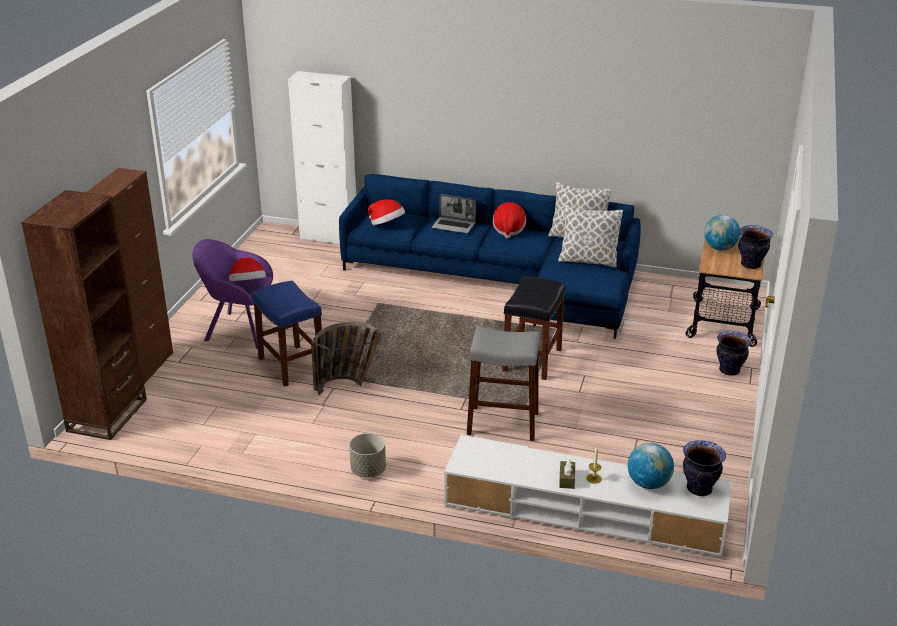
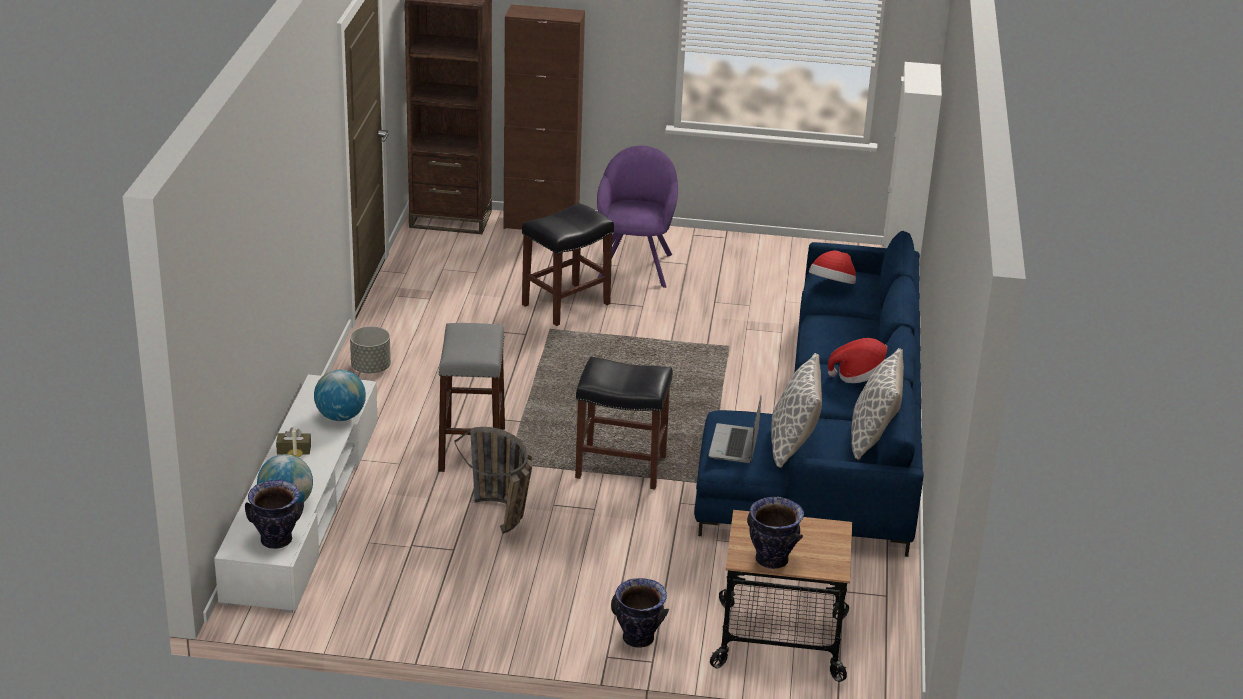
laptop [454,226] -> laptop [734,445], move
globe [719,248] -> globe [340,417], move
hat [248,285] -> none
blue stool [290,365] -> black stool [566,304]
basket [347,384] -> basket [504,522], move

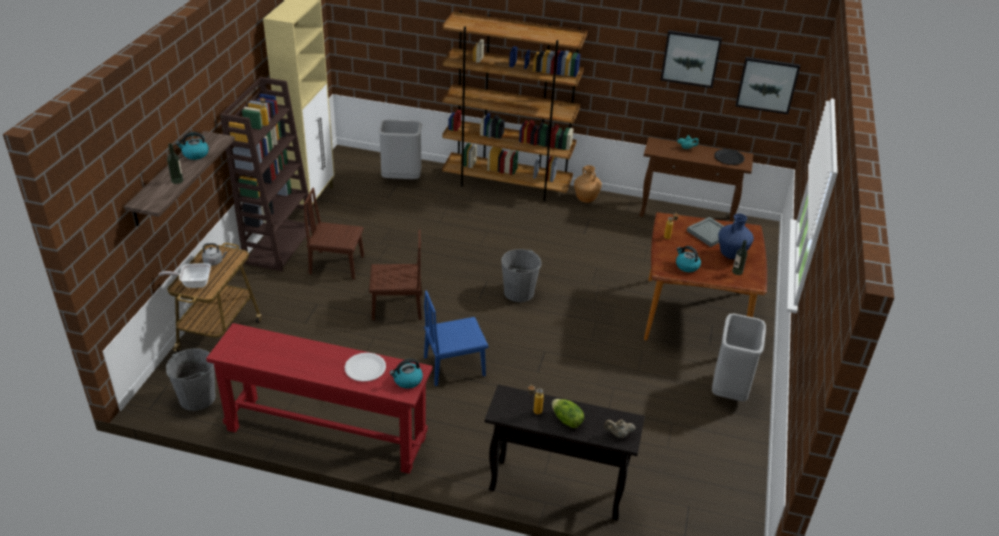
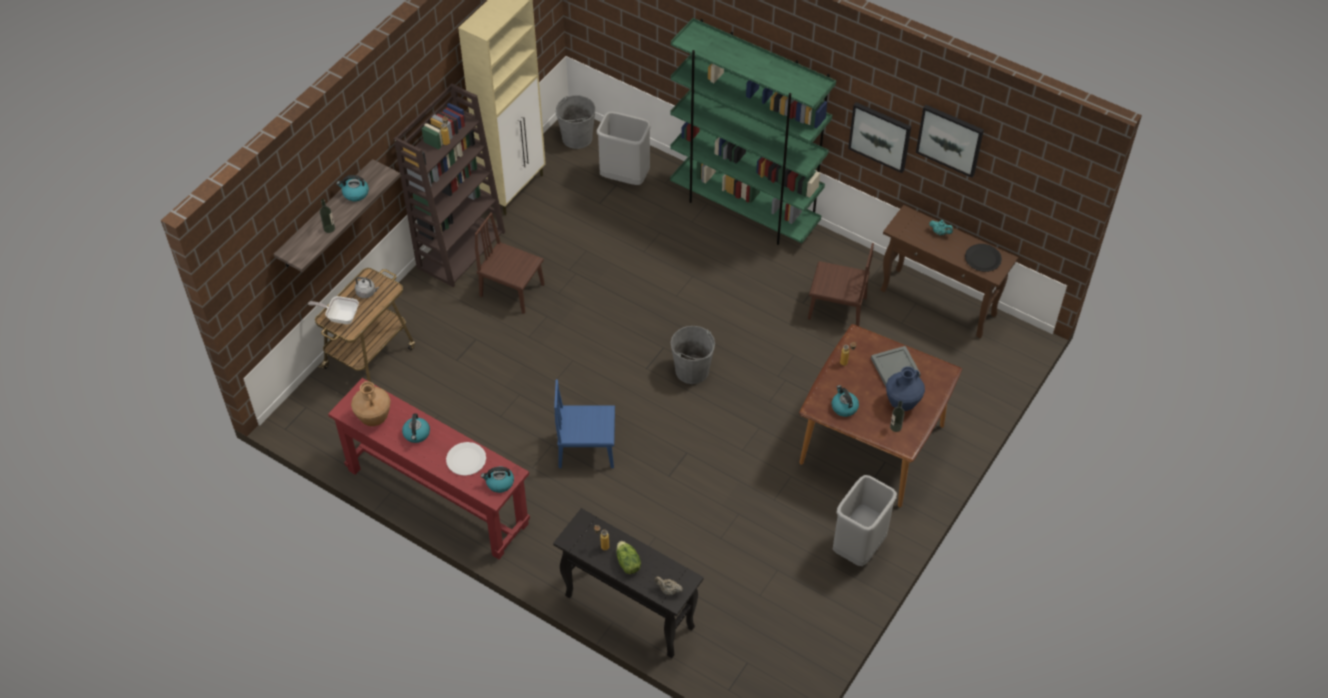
brown bookcase [507,185] -> green bookcase [745,210]
picture [767,85] -> picture [880,136], move
brown vase [585,199] -> brown vase [374,418], move
brown chair [397,307] -> brown chair [837,308], move
grey bucket [197,398] -> grey bucket [577,138], move
none -> kettle [417,434]

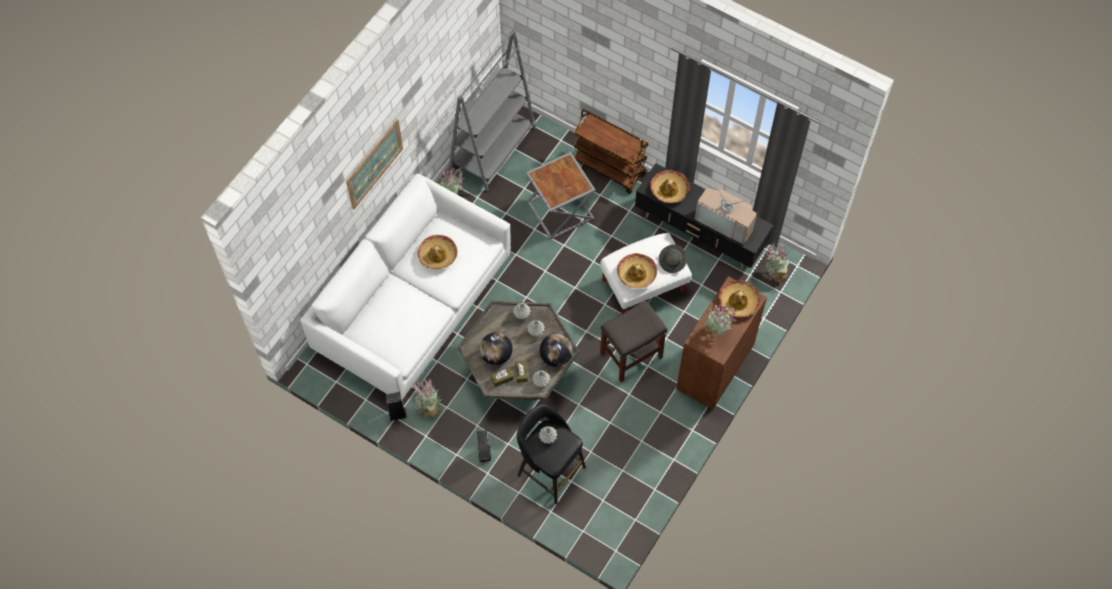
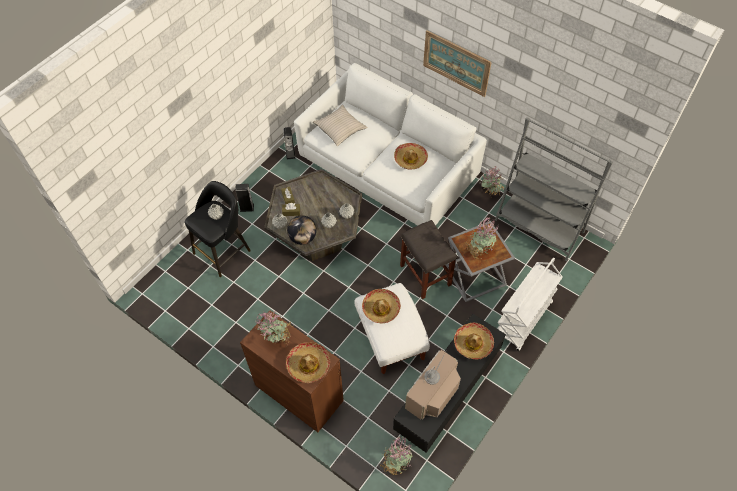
brown cart [609,168] -> white cart [523,320]
grey hat [672,262] -> none
grey stool [630,356] -> grey stool [424,274], move
globe [496,355] -> none
potted plant [429,408] -> potted plant [478,251], move
none -> beige pillow [340,128]

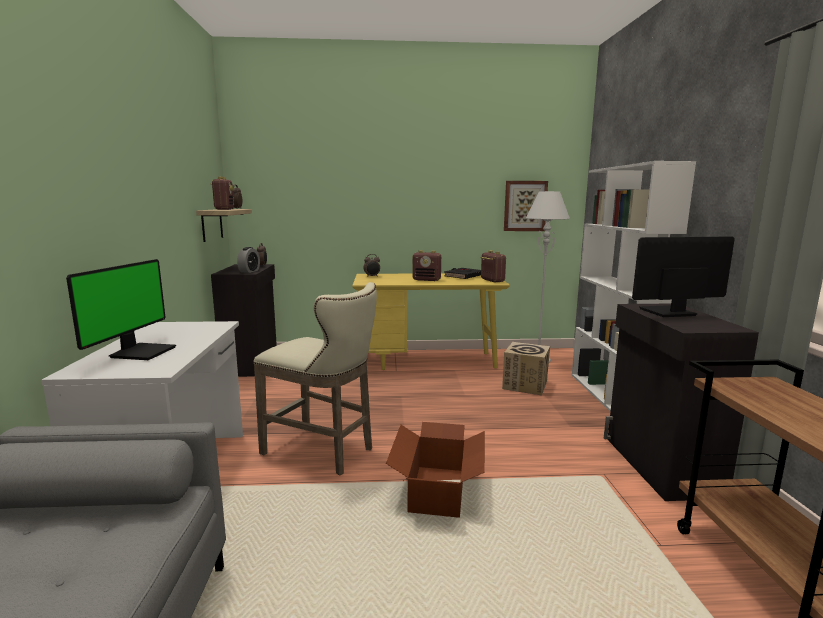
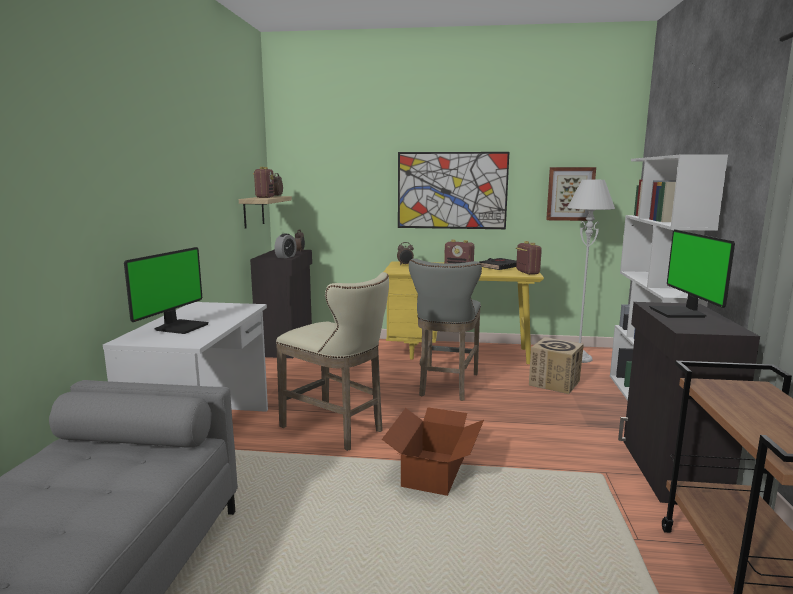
monitor [668,313] -> monitor [679,313], 90 degrees counterclockwise
none -> picture [452,190]
none -> grey stool [446,386]

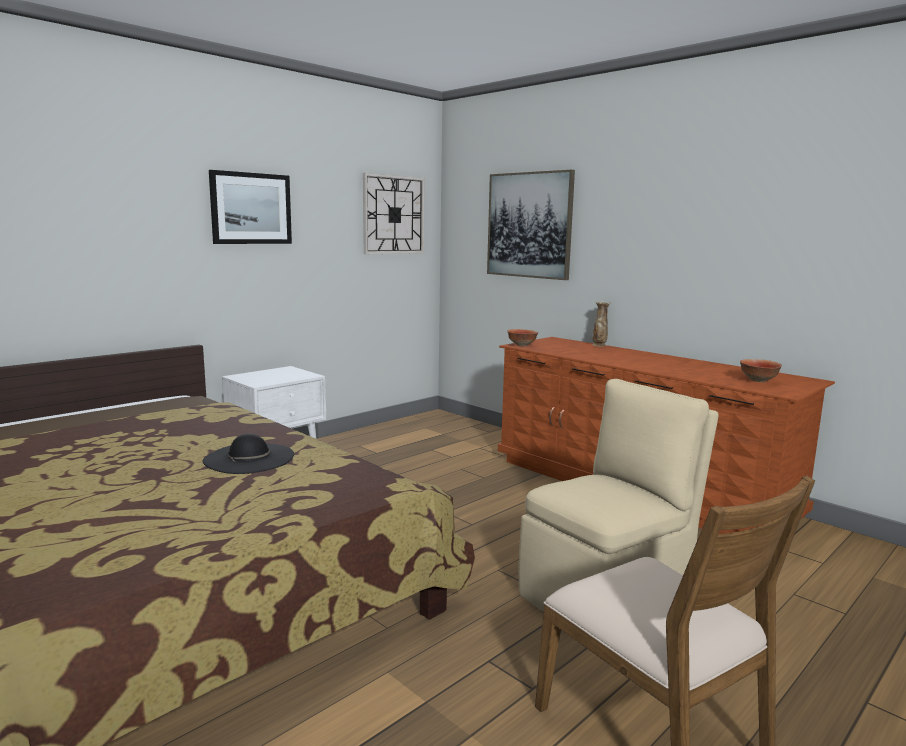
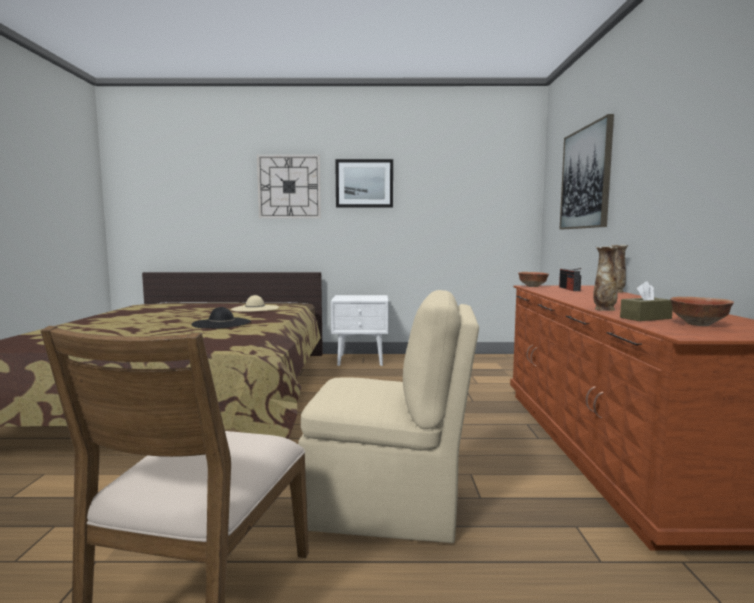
wall clock [393,215] -> wall clock [289,187], move
none -> vase [604,309]
none -> radio [569,289]
none -> brown tissue box [645,318]
none -> beige hat [255,308]

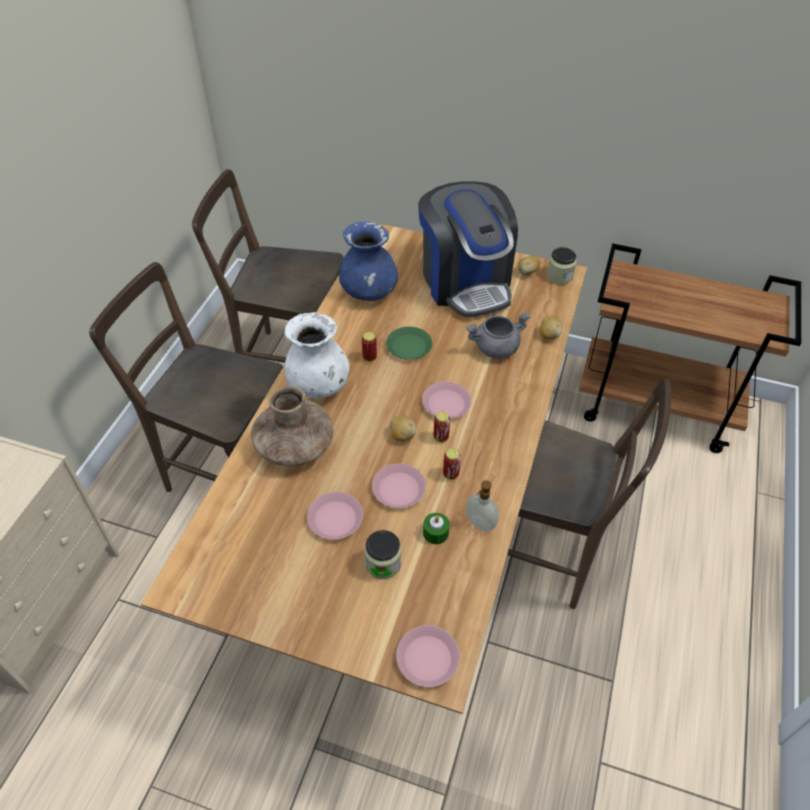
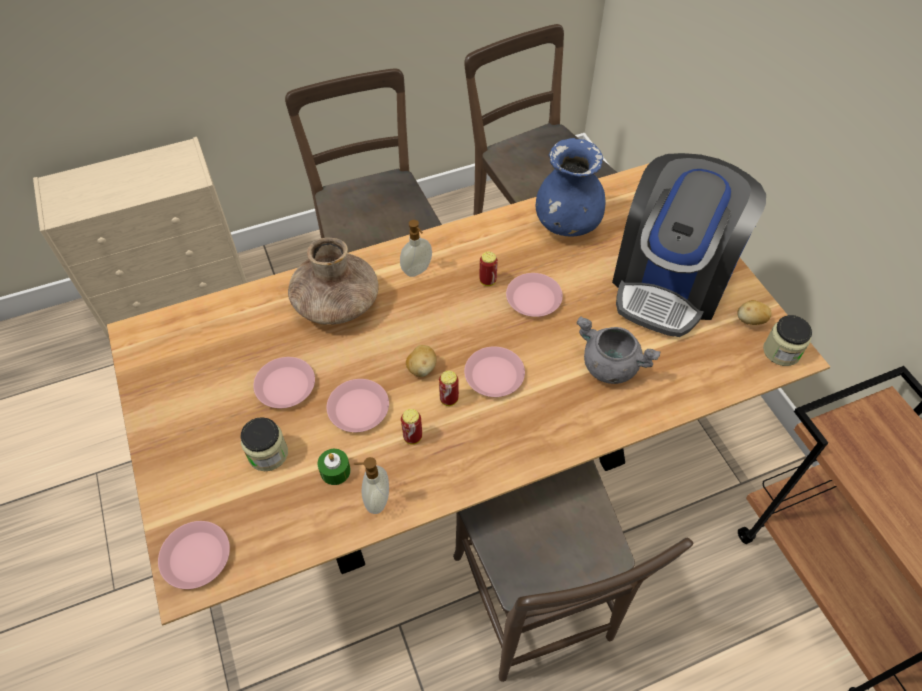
white vase [319,385] -> soap dispenser [417,270]
potato [548,335] -> none
green plate [409,347] -> pink plate [533,299]

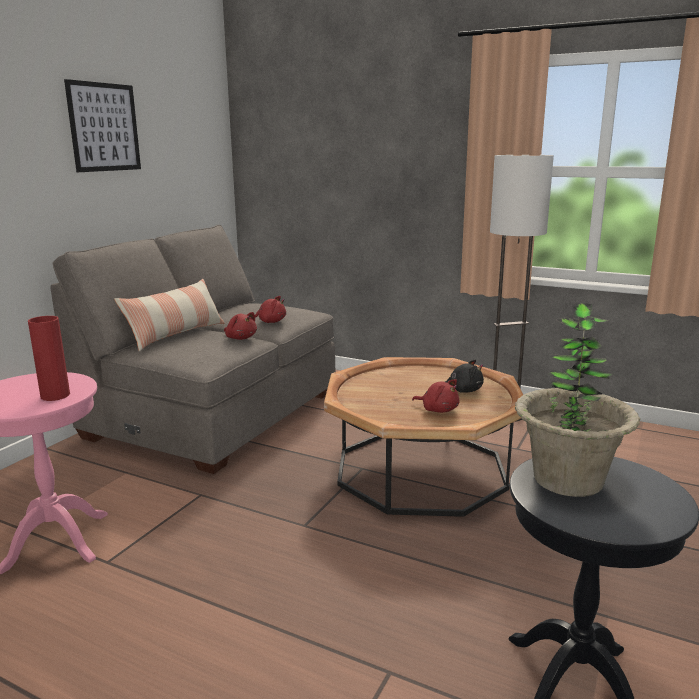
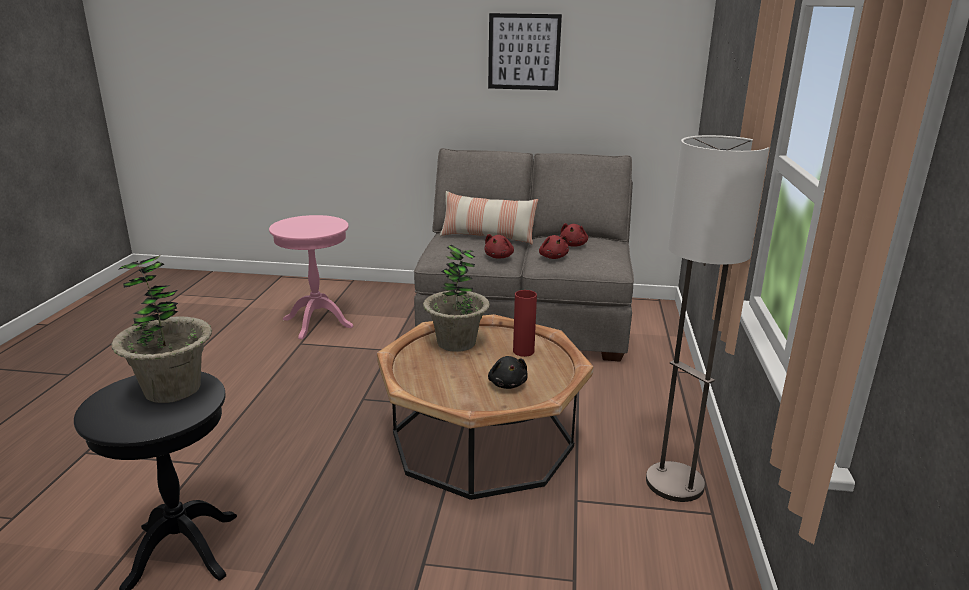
red vase [55,395] -> red vase [523,351], move
red plush toy [438,410] -> red plush toy [573,245], move
none -> potted plant [456,343]

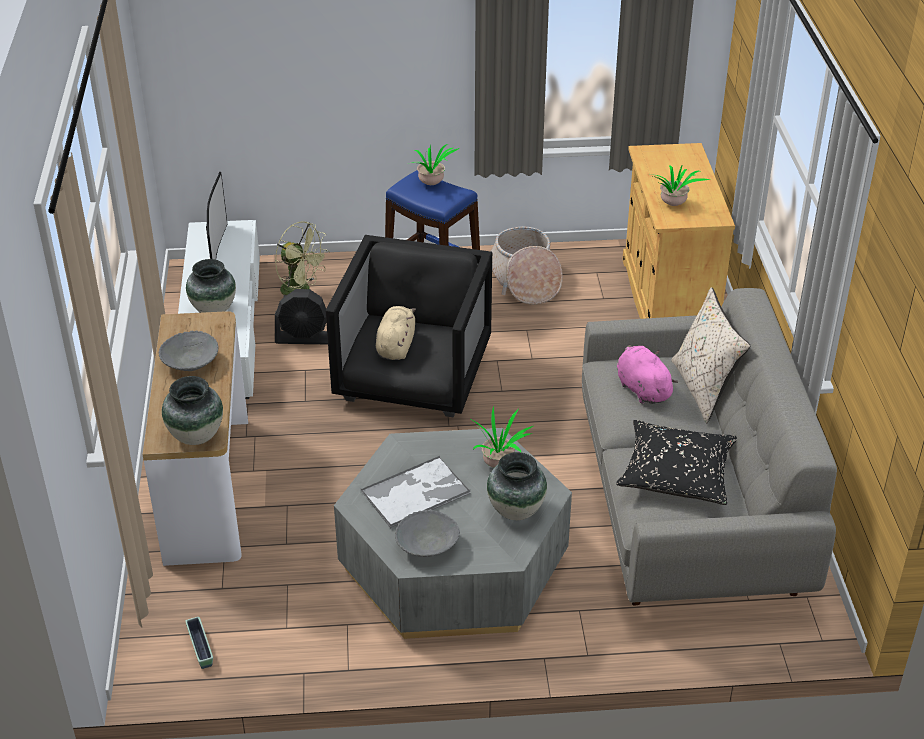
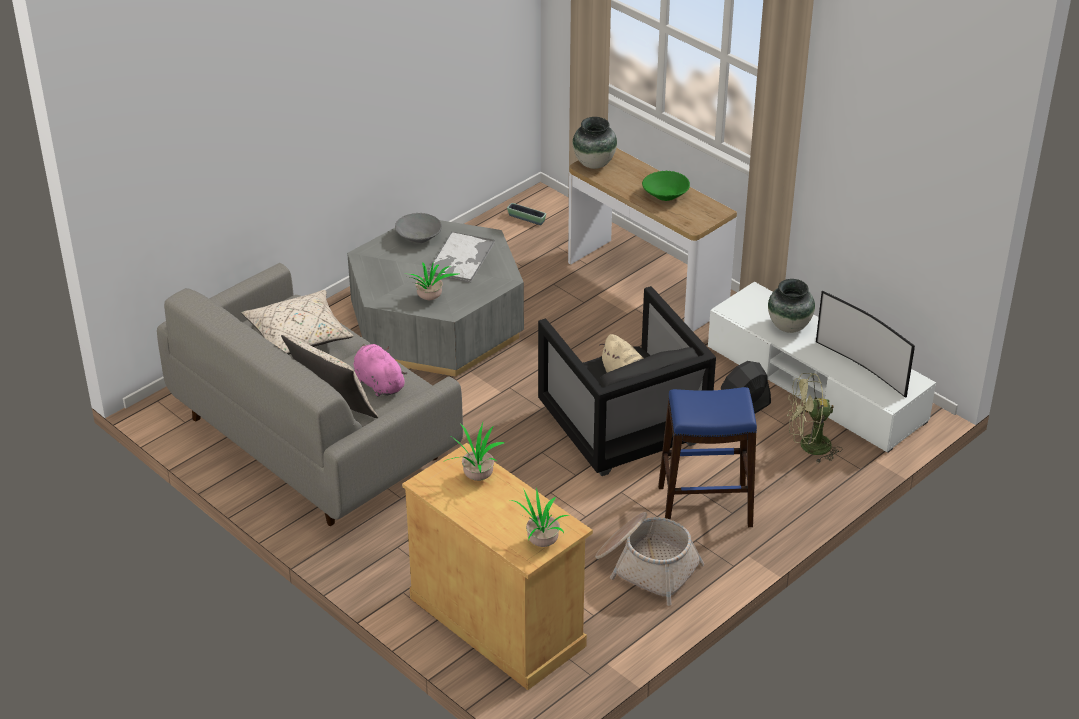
potted plant [432,184] -> potted plant [540,542], move
grey bowl [190,363] -> green bowl [665,195]
pink plush toy [642,389] -> pink plush toy [378,383], 150 degrees counterclockwise
black pillow [676,474] -> beige pillow [299,336]
vase [516,511] -> none

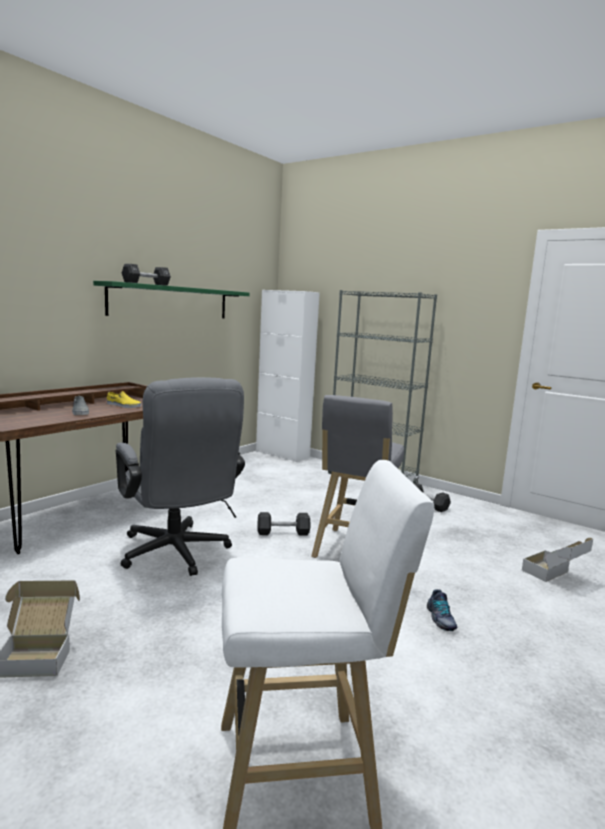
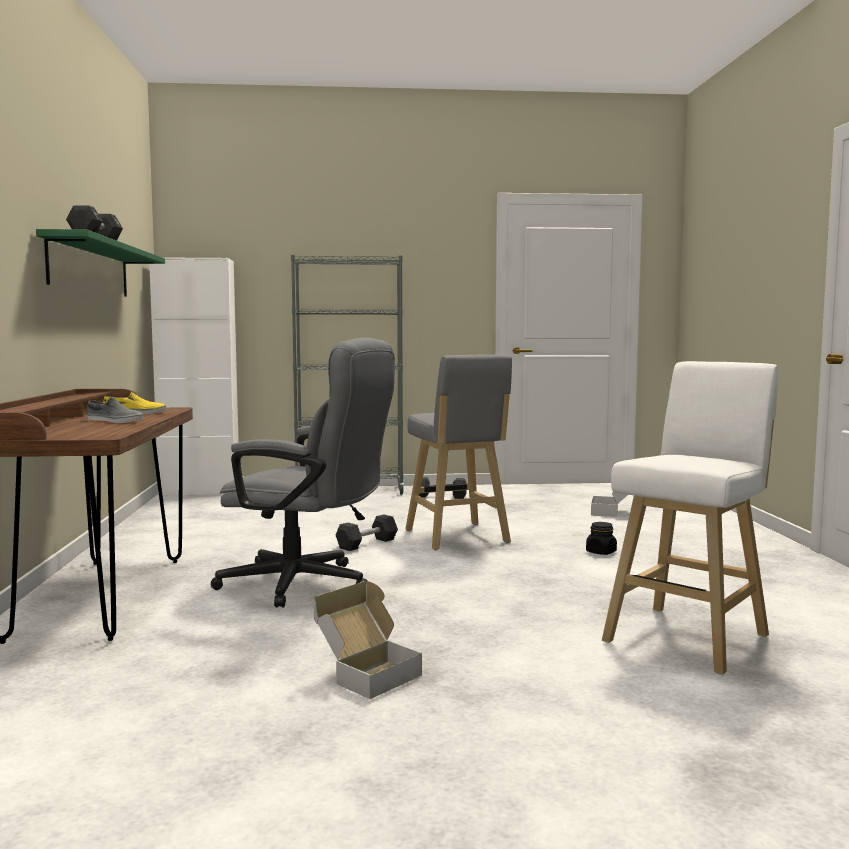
shoe [440,619] -> black jar [601,552]

